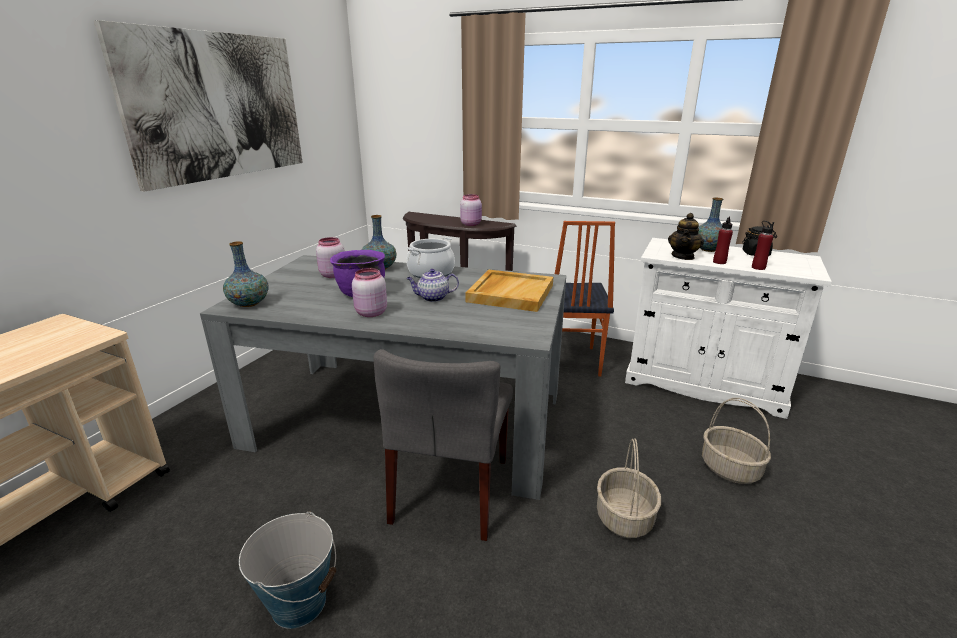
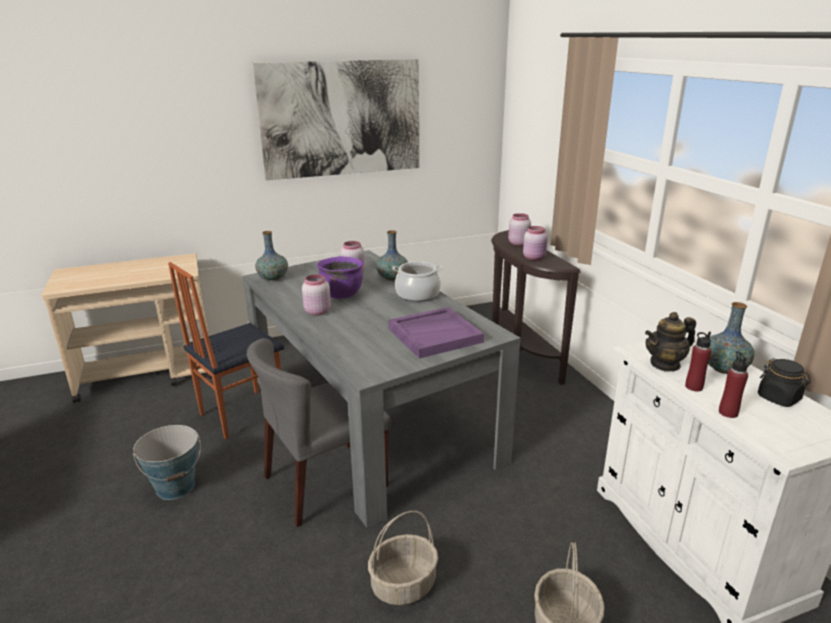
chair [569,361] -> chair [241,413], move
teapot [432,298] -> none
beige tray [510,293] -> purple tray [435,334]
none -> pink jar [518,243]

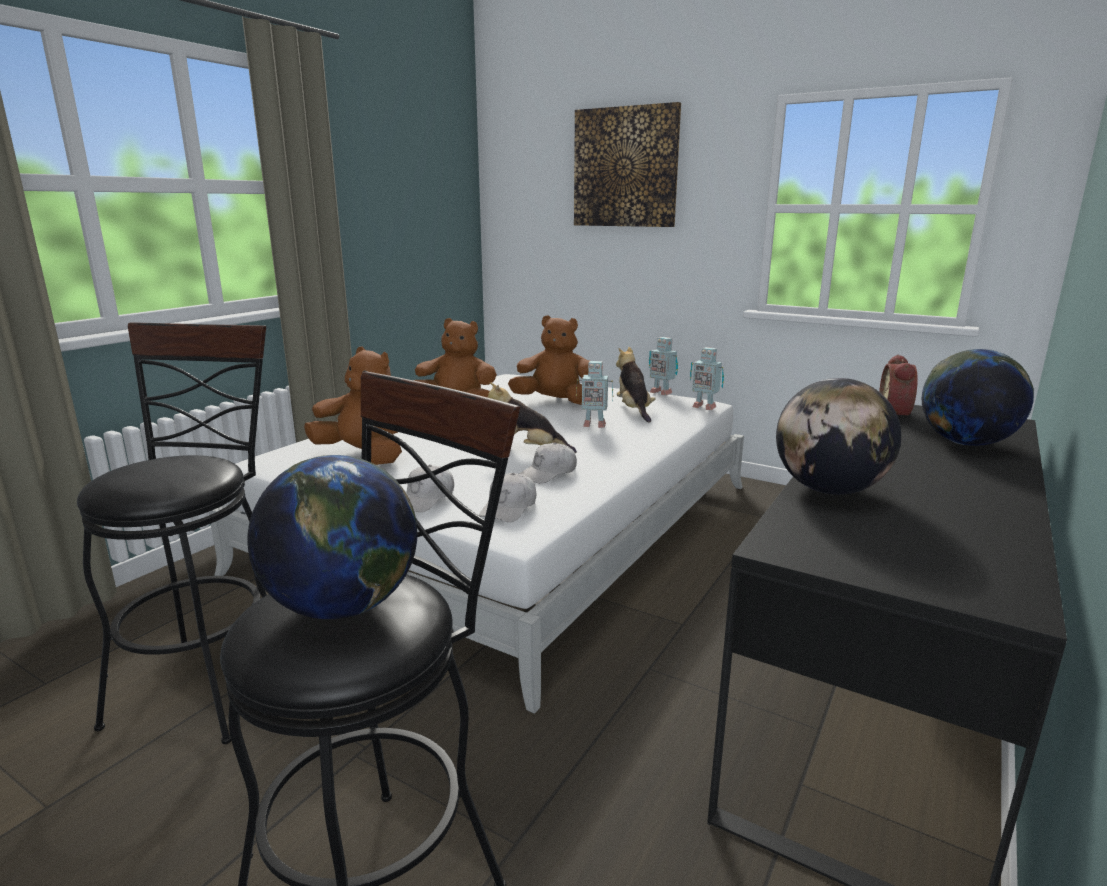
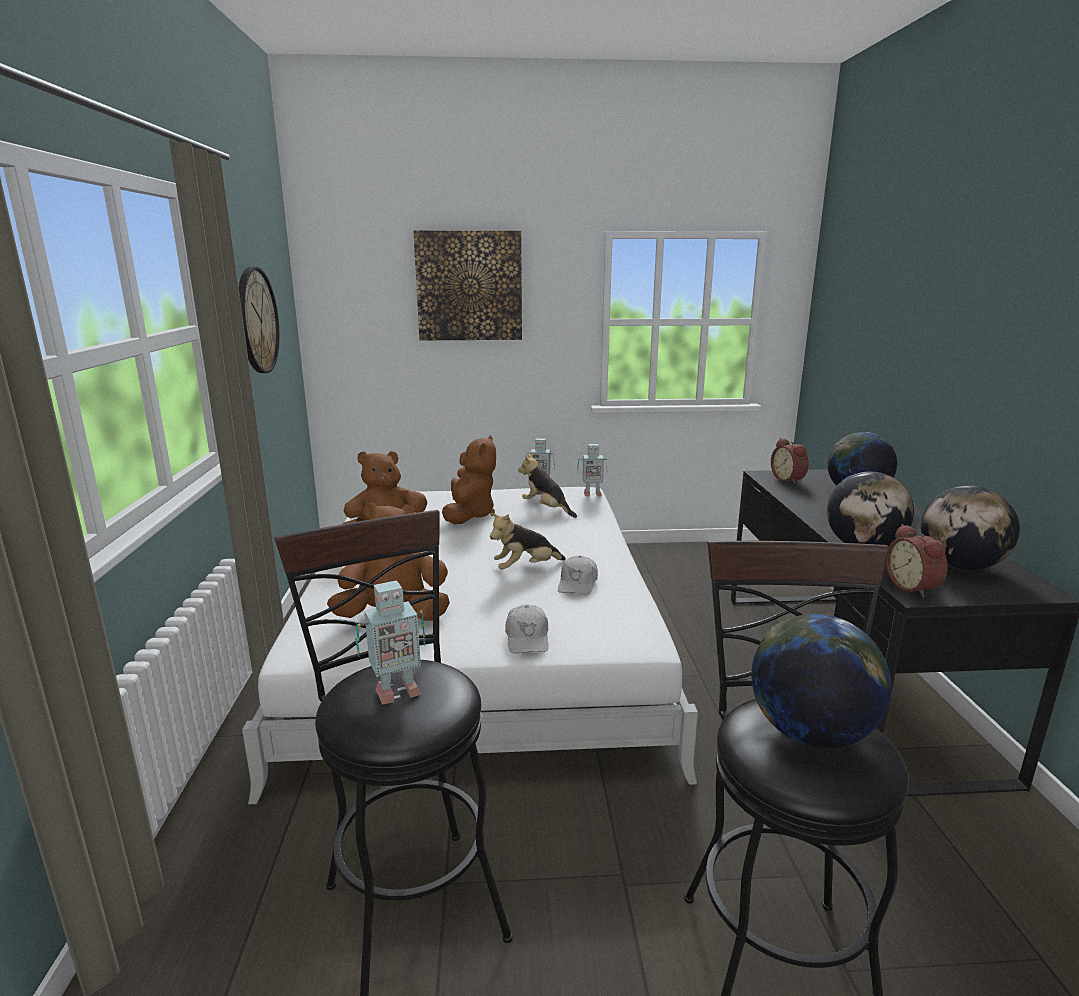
brown plush toy [555,402] -> brown plush toy [469,515], 120 degrees clockwise
toy robot [593,424] -> toy robot [395,691], move
white cap [509,508] -> none
none -> wall clock [257,320]
none -> globe [960,566]
none -> alarm clock [913,587]

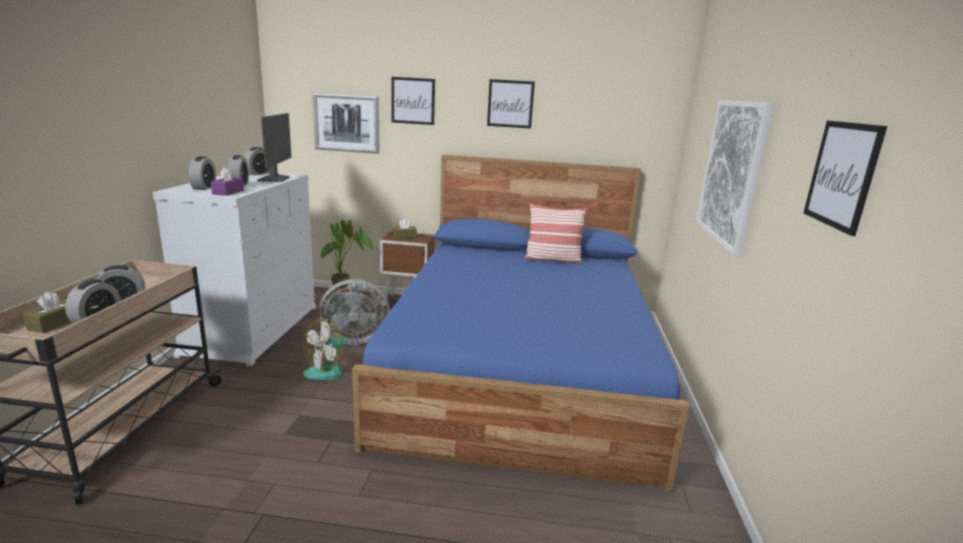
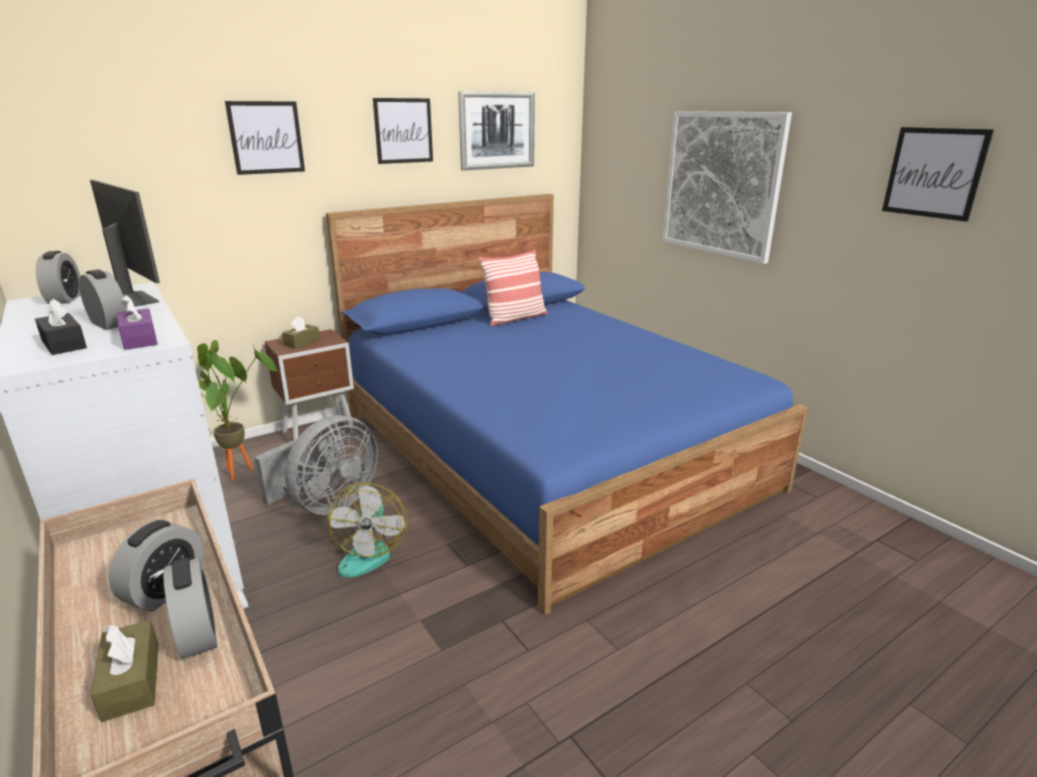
picture [346,123] -> picture [497,130], move
alarm clock [204,187] -> black tissue box [64,344]

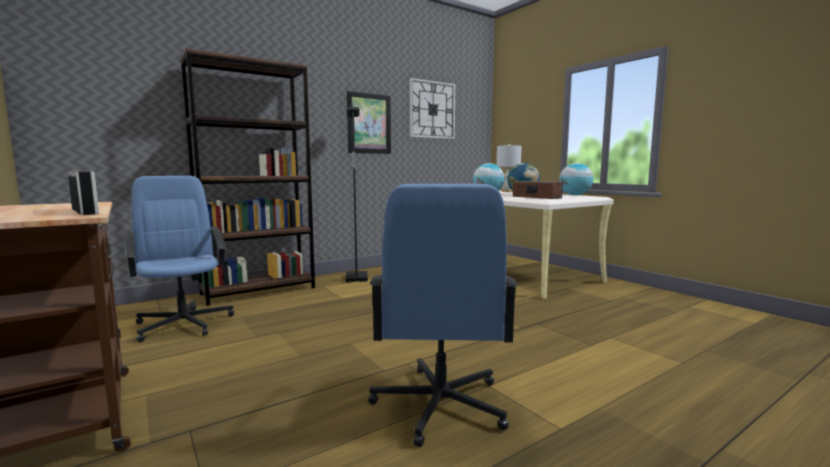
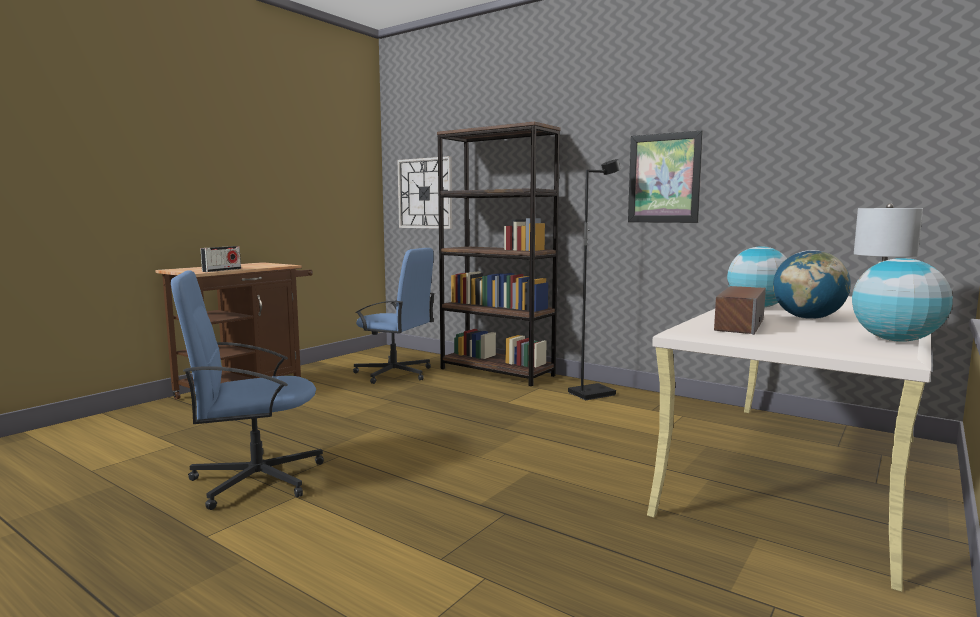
wall clock [432,110] -> wall clock [425,193], move
blue office chair [184,323] -> blue office chair [395,374], 75 degrees clockwise

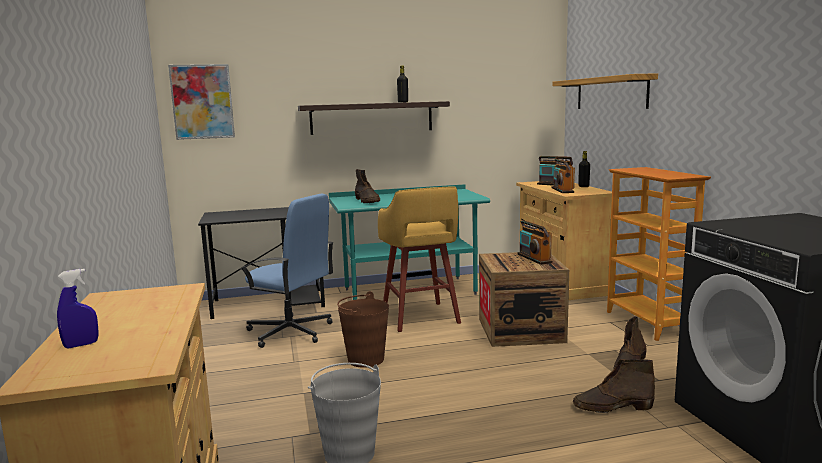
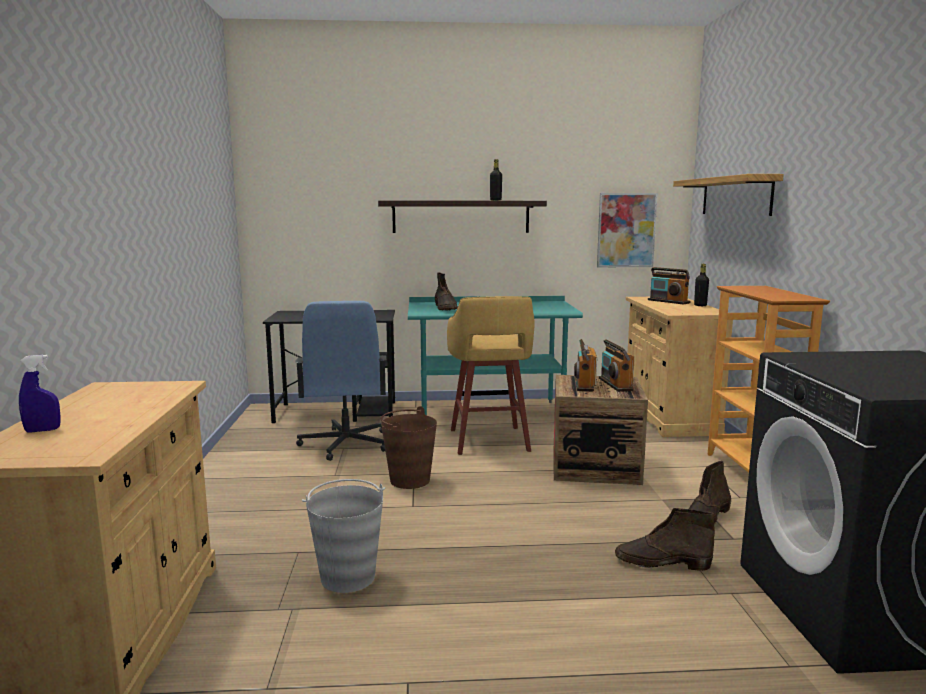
picture [202,102] -> picture [626,230], move
radio [562,190] -> radio [584,384], move
blue office chair [290,332] -> blue office chair [345,444], 45 degrees clockwise

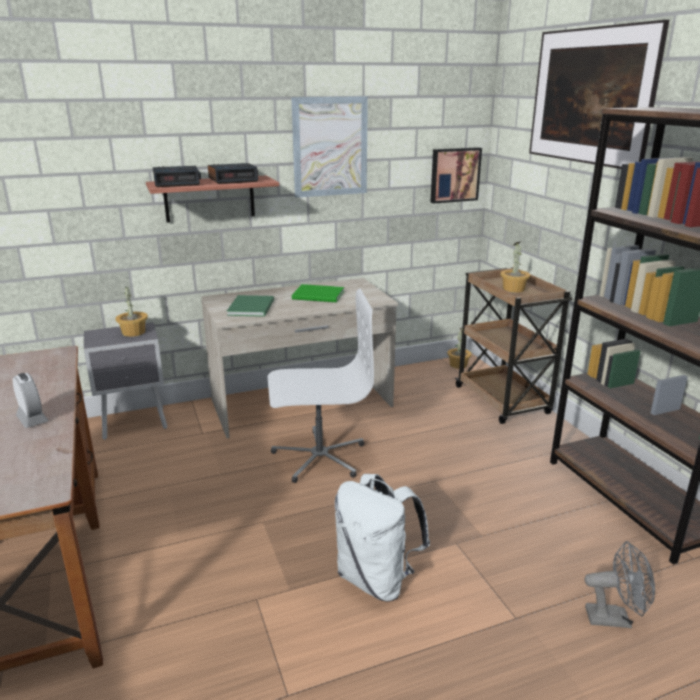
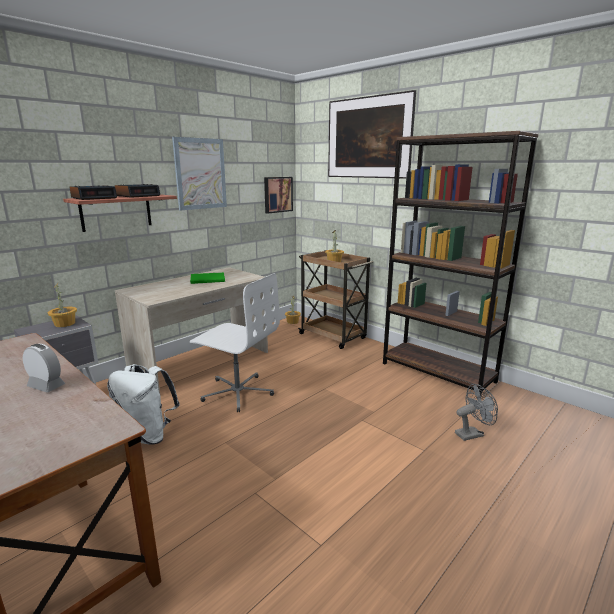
white office chair [319,456] -> white office chair [237,392], 60 degrees clockwise
green book [253,307] -> none
white backpack [377,579] -> white backpack [147,436], move

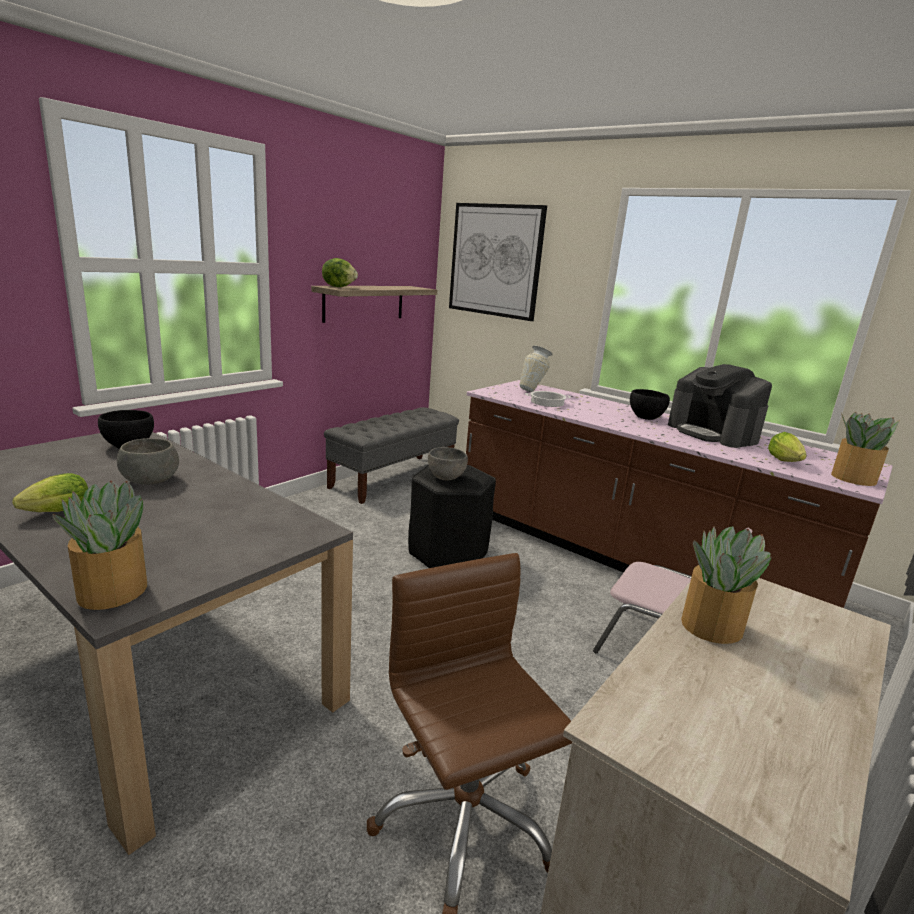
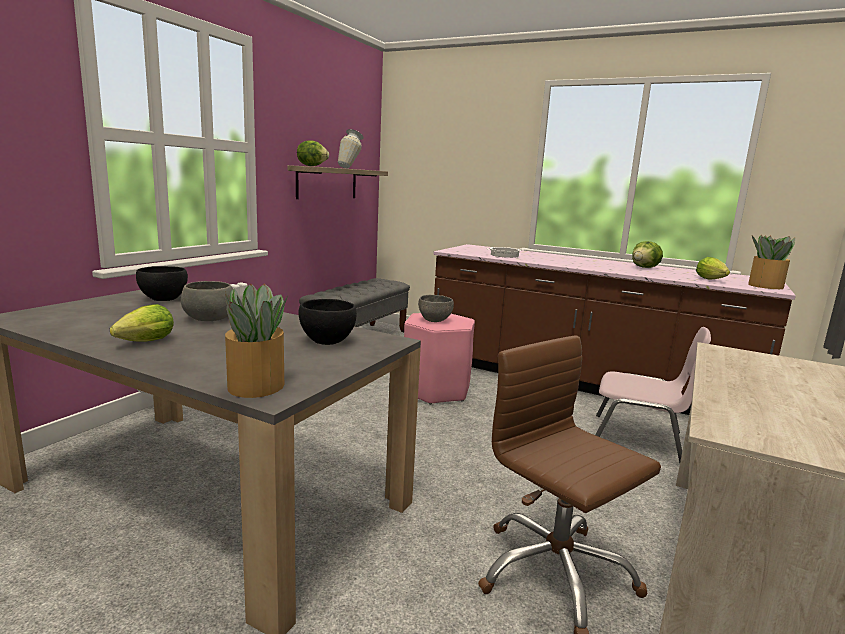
picture [495,260] -> none
vase [533,391] -> vase [350,168], move
coffee machine [713,433] -> lettuce [645,267]
black bowl [646,417] -> black bowl [327,341], move
black stool [448,553] -> pink stool [436,391]
potted plant [710,626] -> none

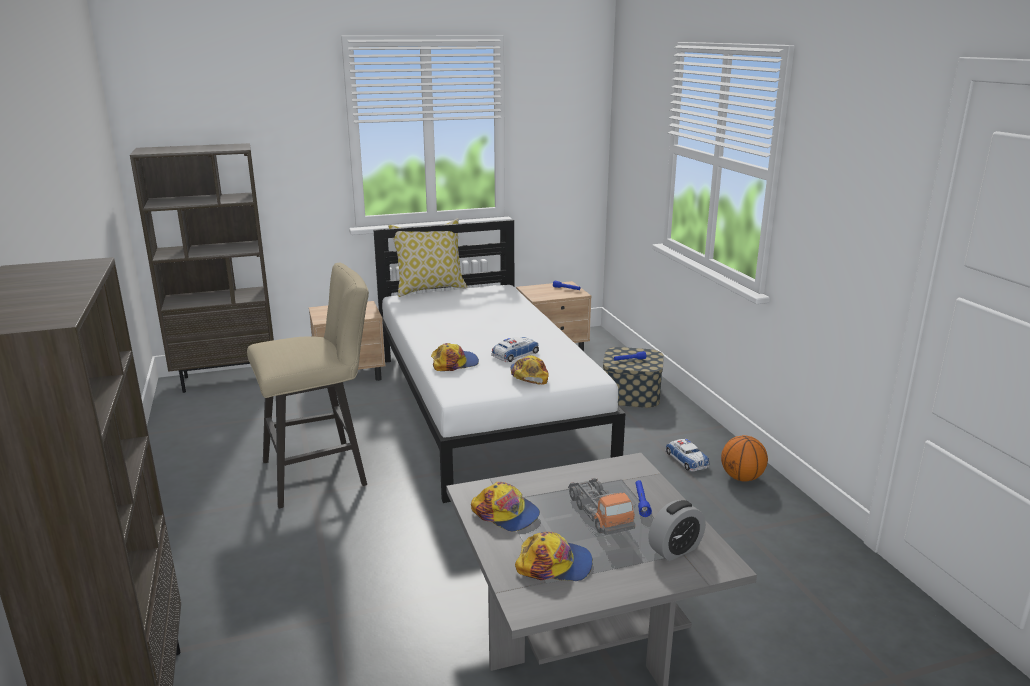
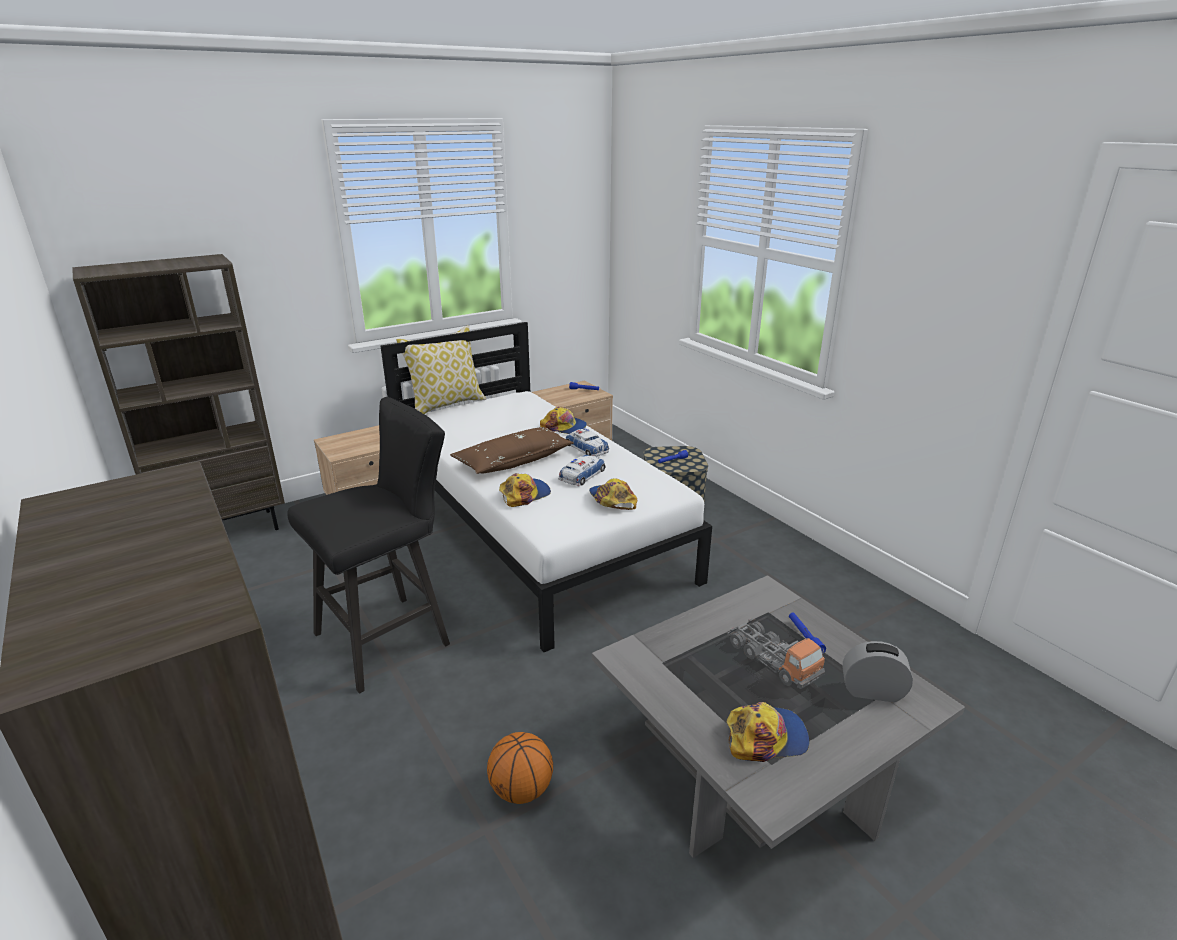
beige stool [322,472] -> black stool [391,636]
basketball [742,478] -> basketball [522,790], move
toy car [687,459] -> toy car [587,448], move
cap [506,514] -> cap [564,427], move
alarm clock [675,549] -> alarm clock [872,691], 120 degrees counterclockwise
none -> brown pillow [513,461]

